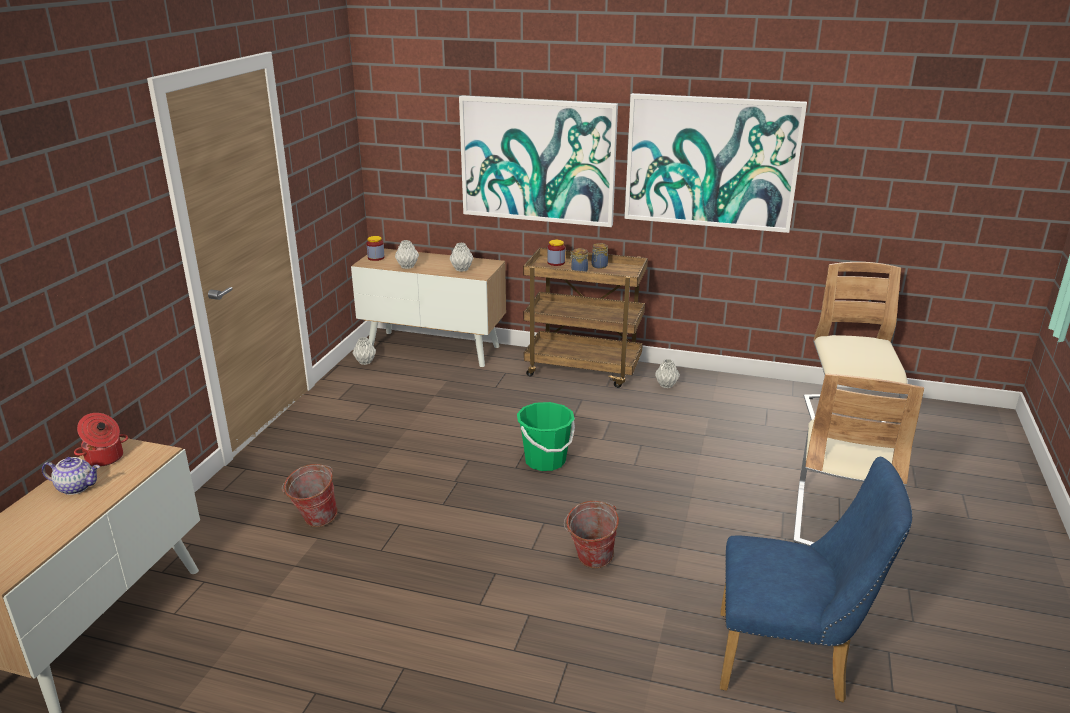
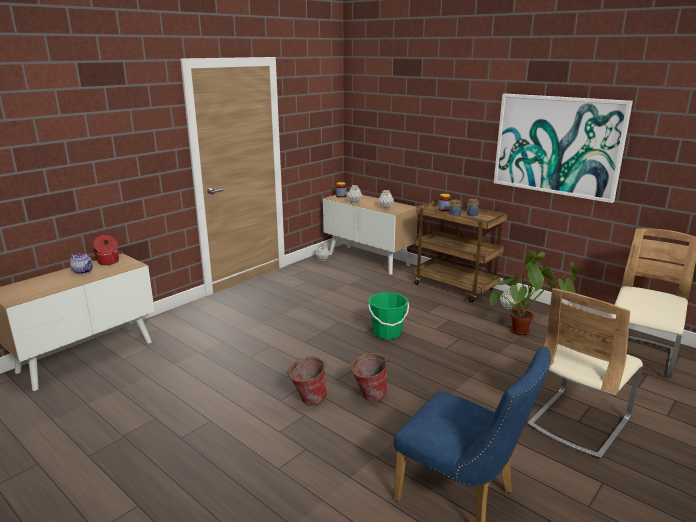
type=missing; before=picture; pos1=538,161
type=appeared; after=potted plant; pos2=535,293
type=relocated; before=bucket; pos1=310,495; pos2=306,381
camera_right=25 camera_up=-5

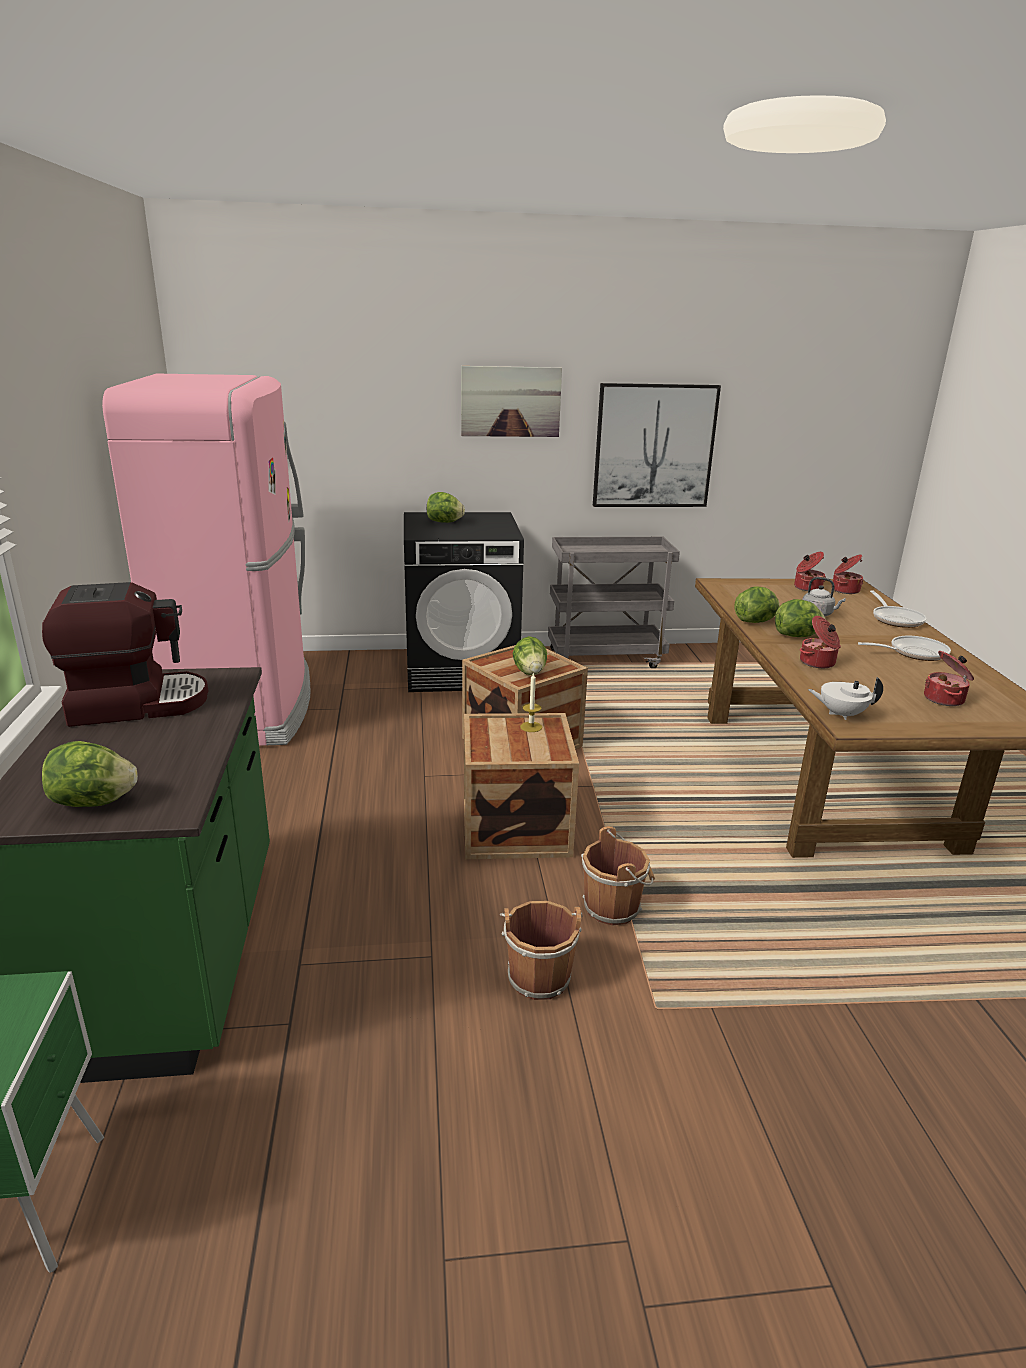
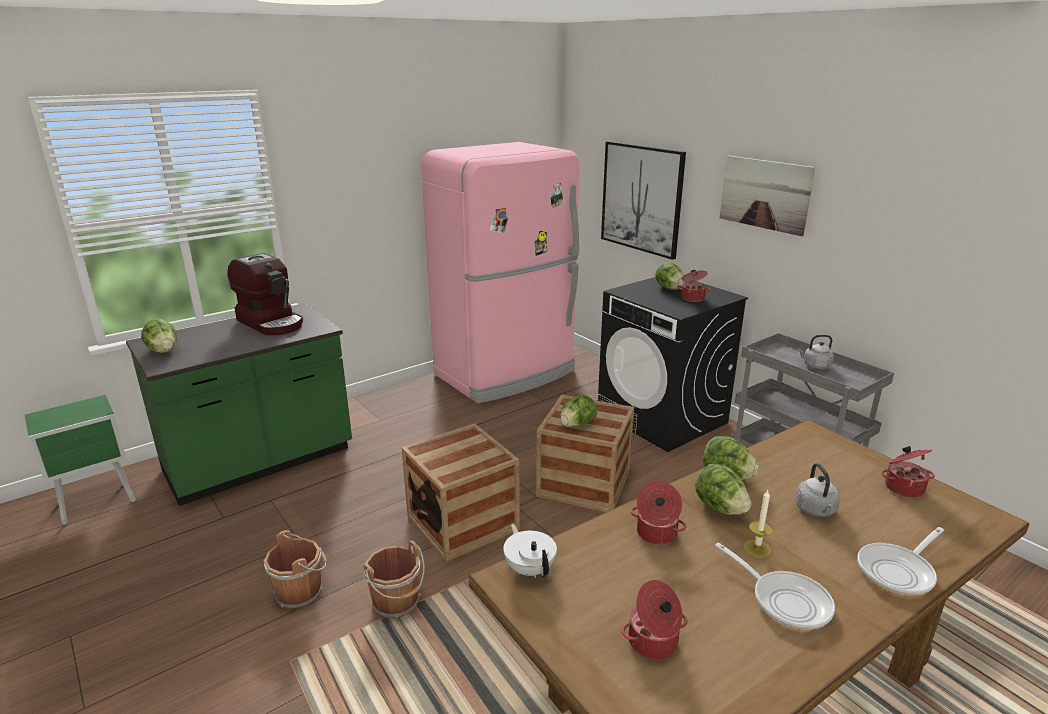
type=appeared; after=kettle/grey; pos2=816,352
type=relocated; before=candle; pos1=531,702; pos2=758,524
type=relocated; before=picture; pos1=657,445; pos2=643,200
type=relocated; before=cooking pot; pos1=848,574; pos2=694,286
camera_right=60 camera_up=0

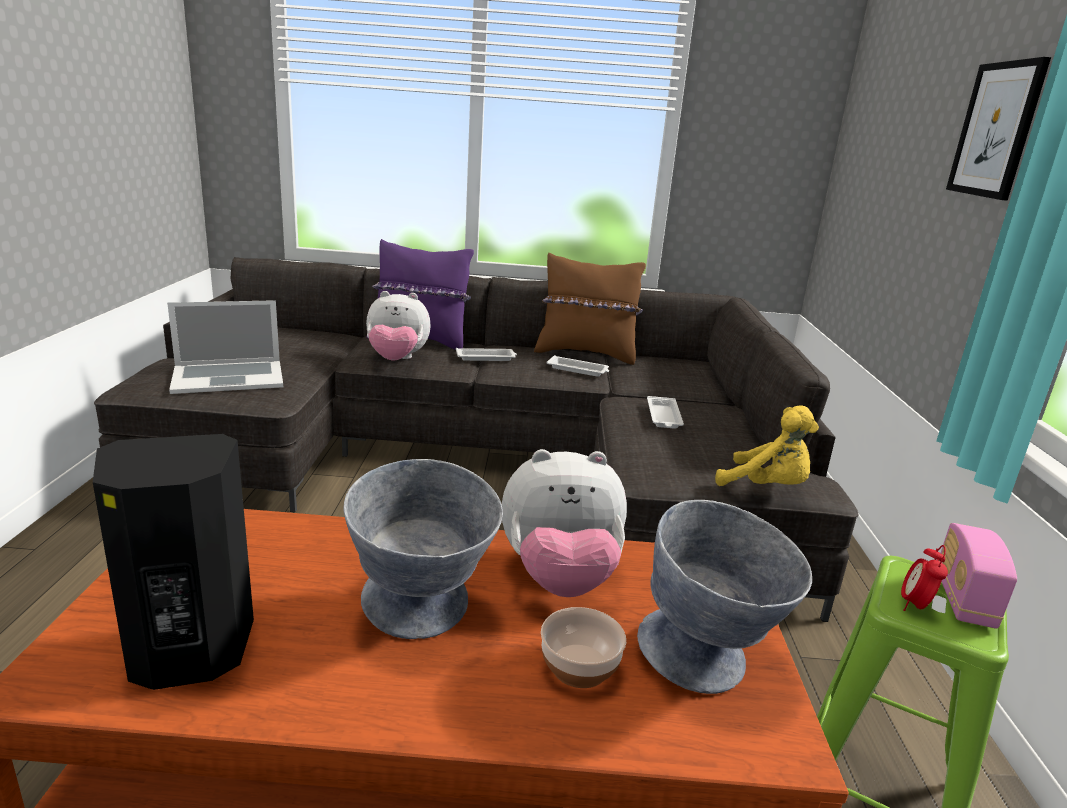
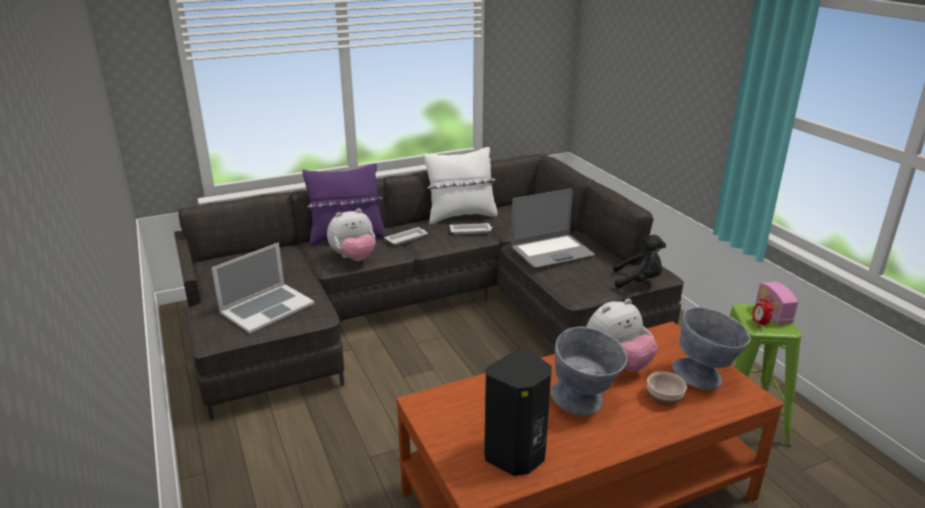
type=missing; before=picture; pos1=998,129
type=exchanged; before=tray/white; after=laptop; pos1=665,412; pos2=553,228
type=colour; before=pillow/brown; after=pillow/white; pos1=590,309; pos2=460,185
type=colour; before=plush toy/yellow; after=plush toy/black; pos1=767,445; pos2=639,262
camera_right=-25 camera_up=5

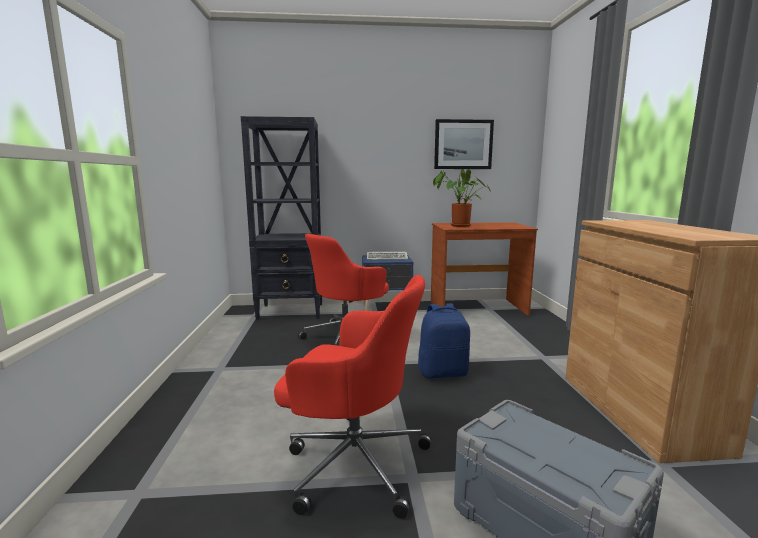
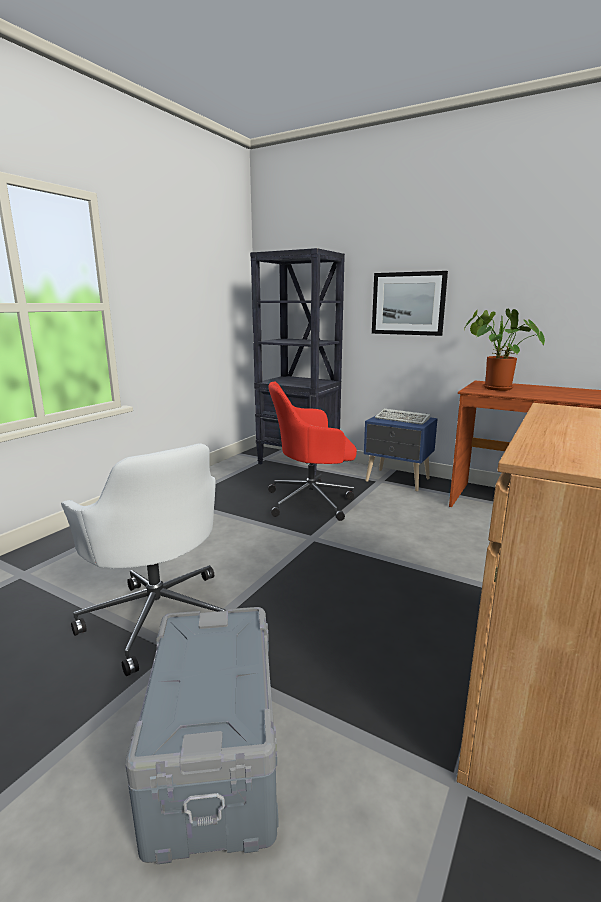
type=missing; before=backpack/blue; pos1=444,340
type=relocated; before=picture; pos1=464,144; pos2=410,303
type=colour; before=office chair/red; after=office chair/white; pos1=353,396; pos2=143,559
camera_right=35 camera_up=5

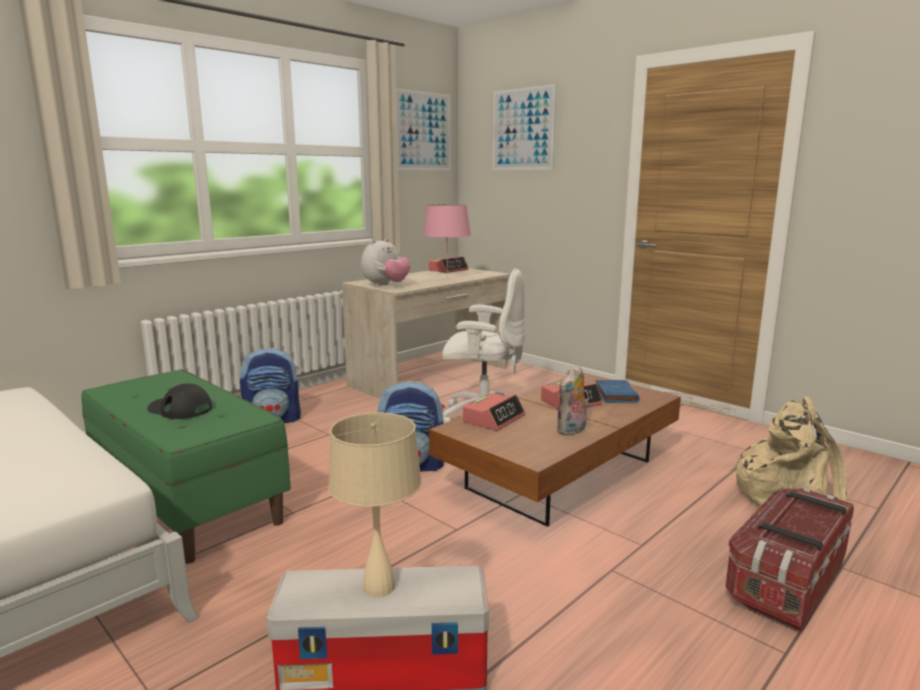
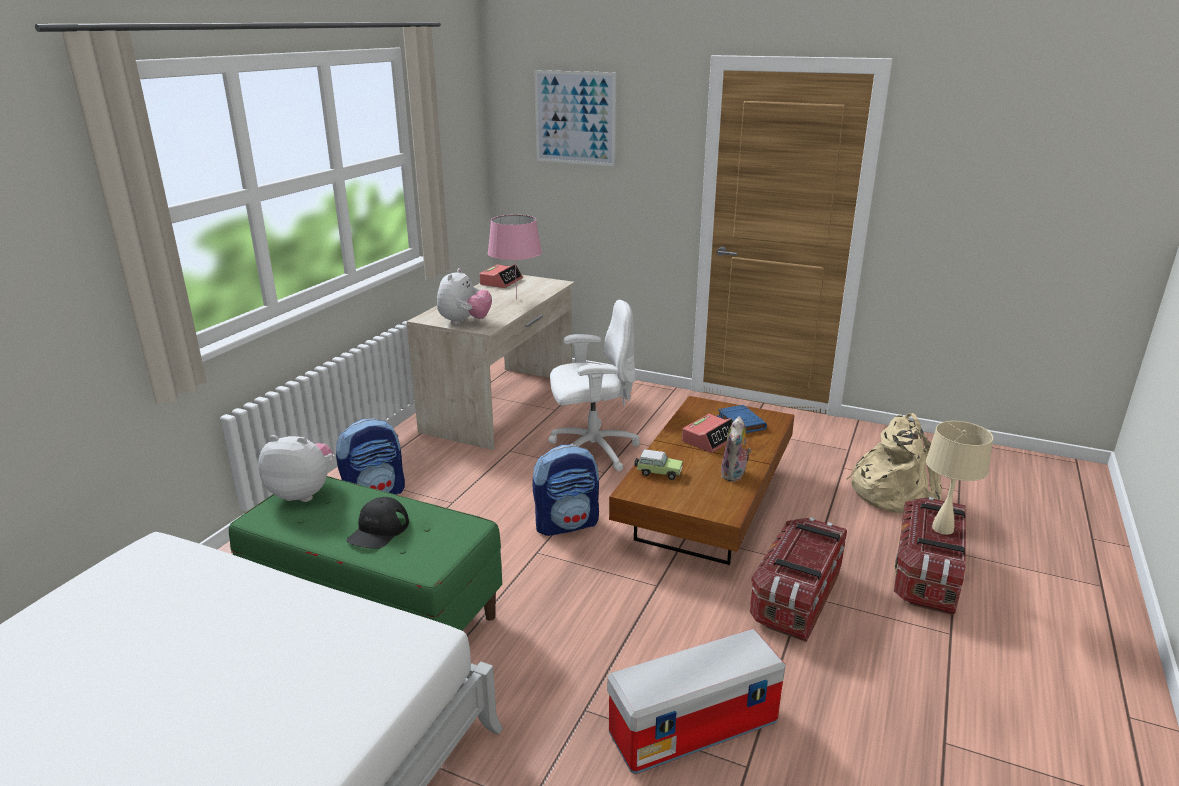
type=missing; before=picture; pos1=423,129
type=appeared; after=plush toy; pos2=295,468
type=appeared; after=storage box; pos2=798,579
type=relocated; before=table lamp/beige; pos1=374,504; pos2=959,478
type=exchanged; before=alarm clock; after=toy car; pos1=494,412; pos2=658,464
type=spun; before=cap/black; pos1=179,401; pos2=377,523; turn=-75
camera_right=-20 camera_up=10

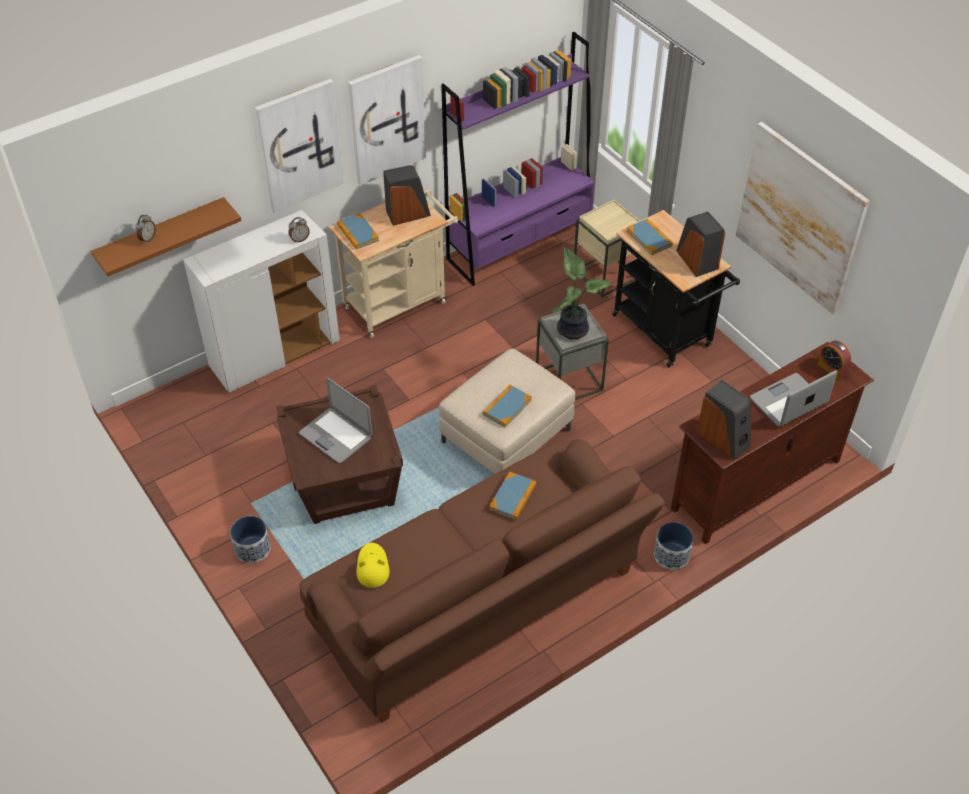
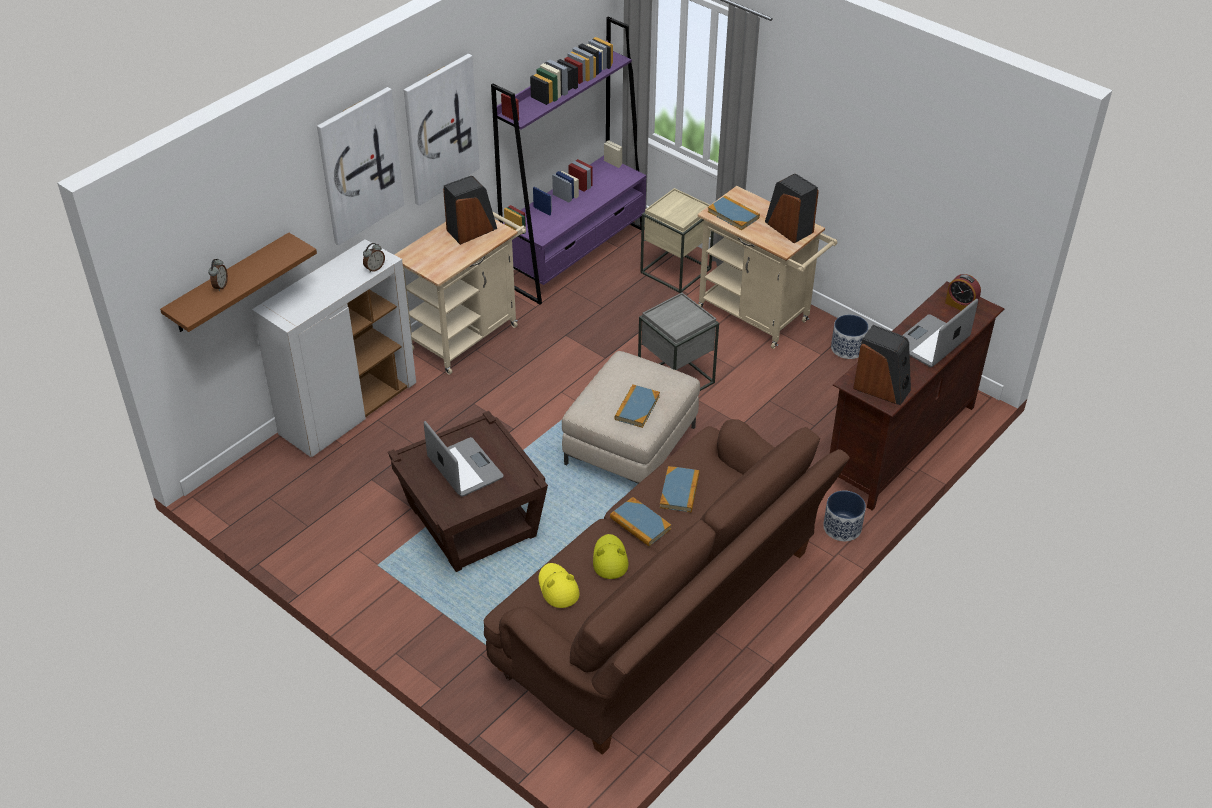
type=missing; before=potted plant; pos1=582,293
type=missing; before=picture; pos1=803,218
type=appeared; after=hat/yellow; pos2=611,556
type=relocated; before=planter; pos1=250,539; pos2=850,337
type=relocated; before=book; pos1=358,231; pos2=640,521
type=colour; before=cart/black; after=cart/beige; pos1=676,288; pos2=767,267
type=spun; before=laptop; pos1=335,420; pos2=464,459; turn=-150
camera_right=-15 camera_up=-5

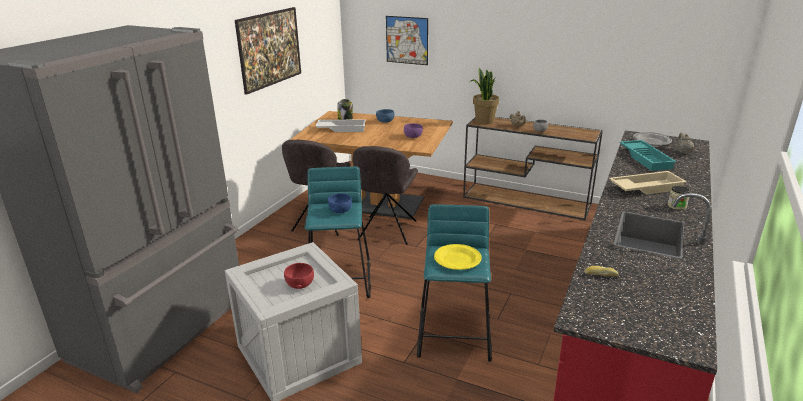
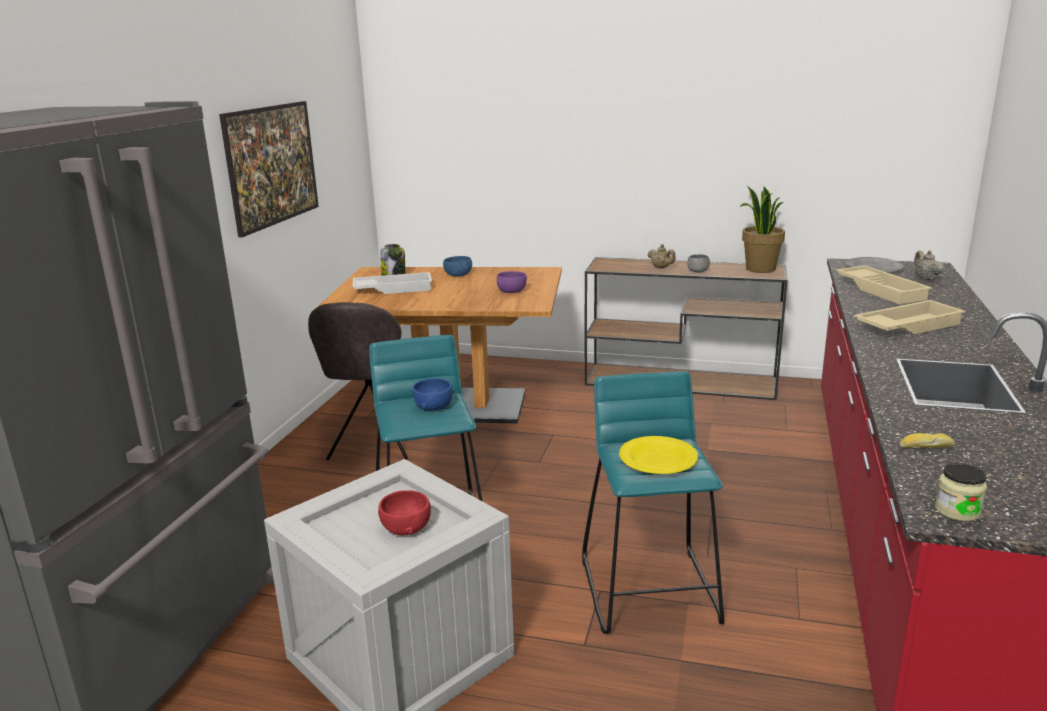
type=missing; before=chair/grey; pos1=385,195
type=missing; before=picture; pos1=407,40
type=relocated; before=potted plant; pos1=485,96; pos2=762,229
type=relocated; before=jar; pos1=678,198; pos2=961,492
type=colour; before=tray/turquoise; after=tray/beige; pos1=648,155; pos2=884,285
camera_right=-10 camera_up=-5

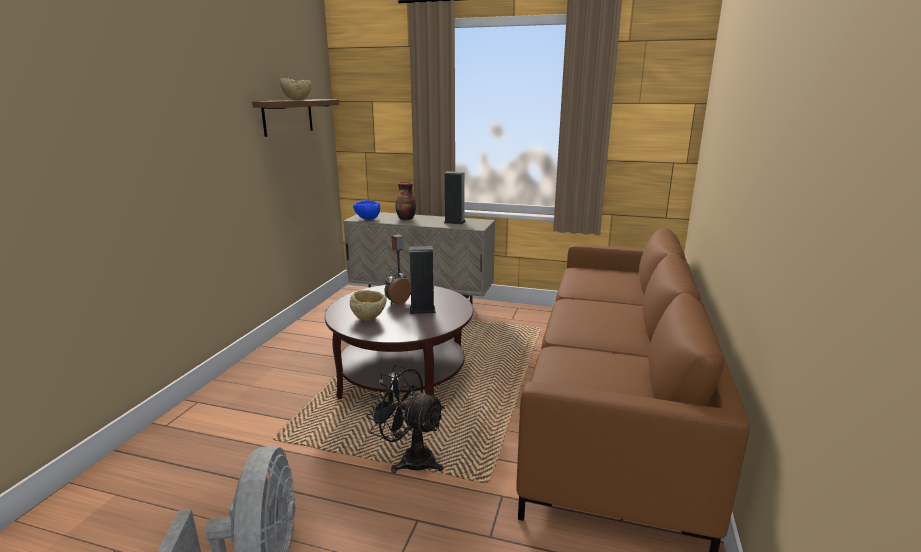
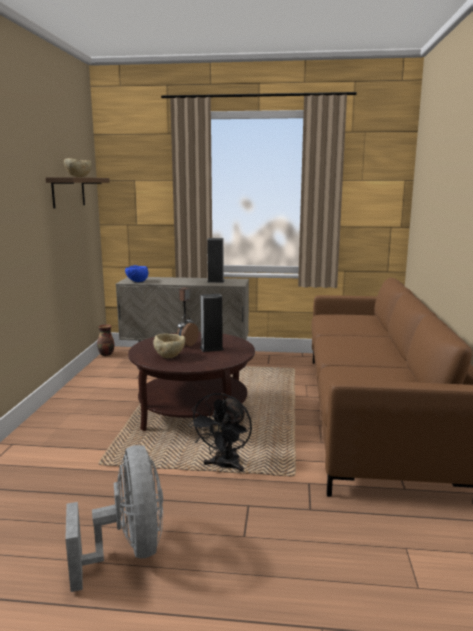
type=relocated; before=vase; pos1=405,201; pos2=105,340
type=spun; before=fan/black; pos1=405,419; pos2=220,432; turn=-90
camera_right=-10 camera_up=-5

